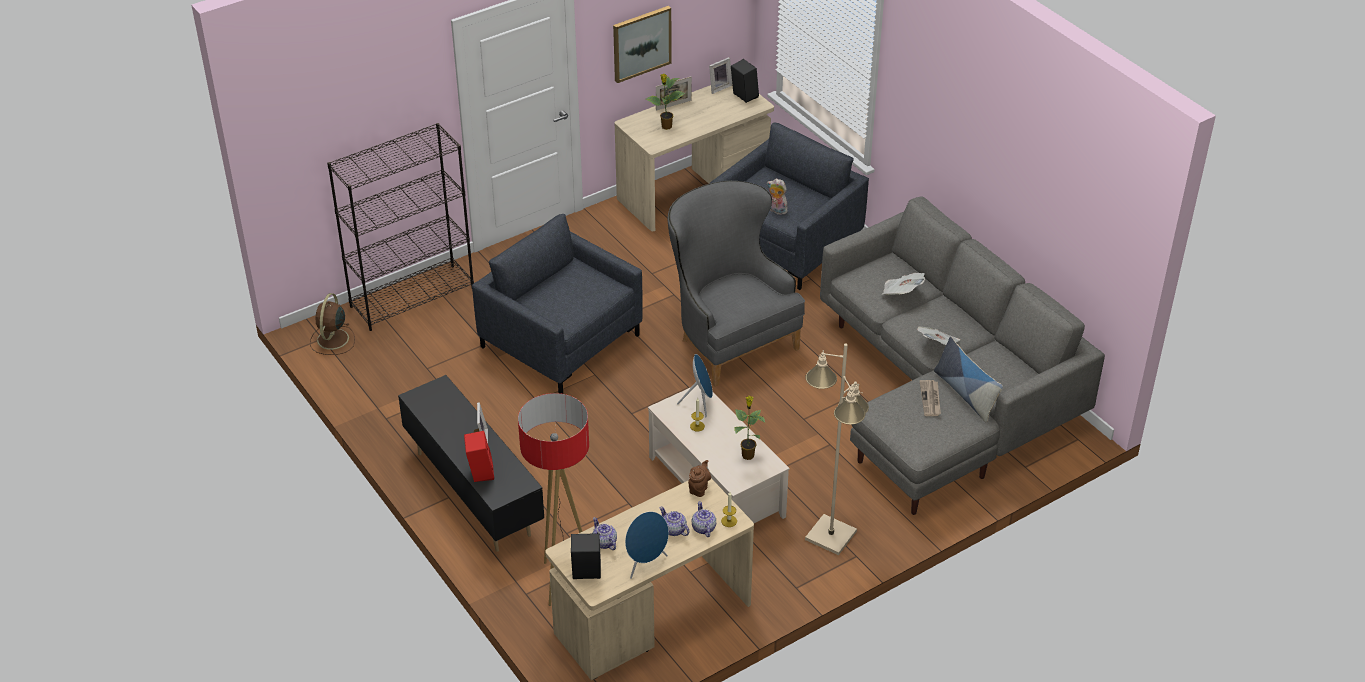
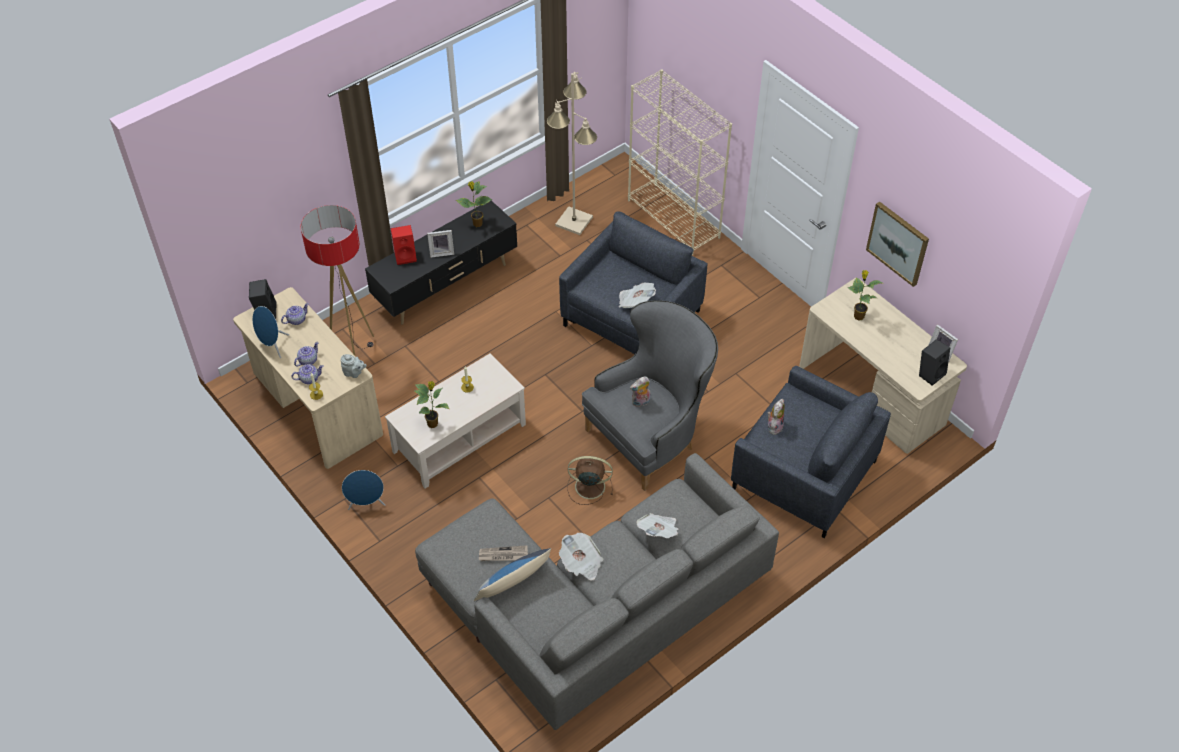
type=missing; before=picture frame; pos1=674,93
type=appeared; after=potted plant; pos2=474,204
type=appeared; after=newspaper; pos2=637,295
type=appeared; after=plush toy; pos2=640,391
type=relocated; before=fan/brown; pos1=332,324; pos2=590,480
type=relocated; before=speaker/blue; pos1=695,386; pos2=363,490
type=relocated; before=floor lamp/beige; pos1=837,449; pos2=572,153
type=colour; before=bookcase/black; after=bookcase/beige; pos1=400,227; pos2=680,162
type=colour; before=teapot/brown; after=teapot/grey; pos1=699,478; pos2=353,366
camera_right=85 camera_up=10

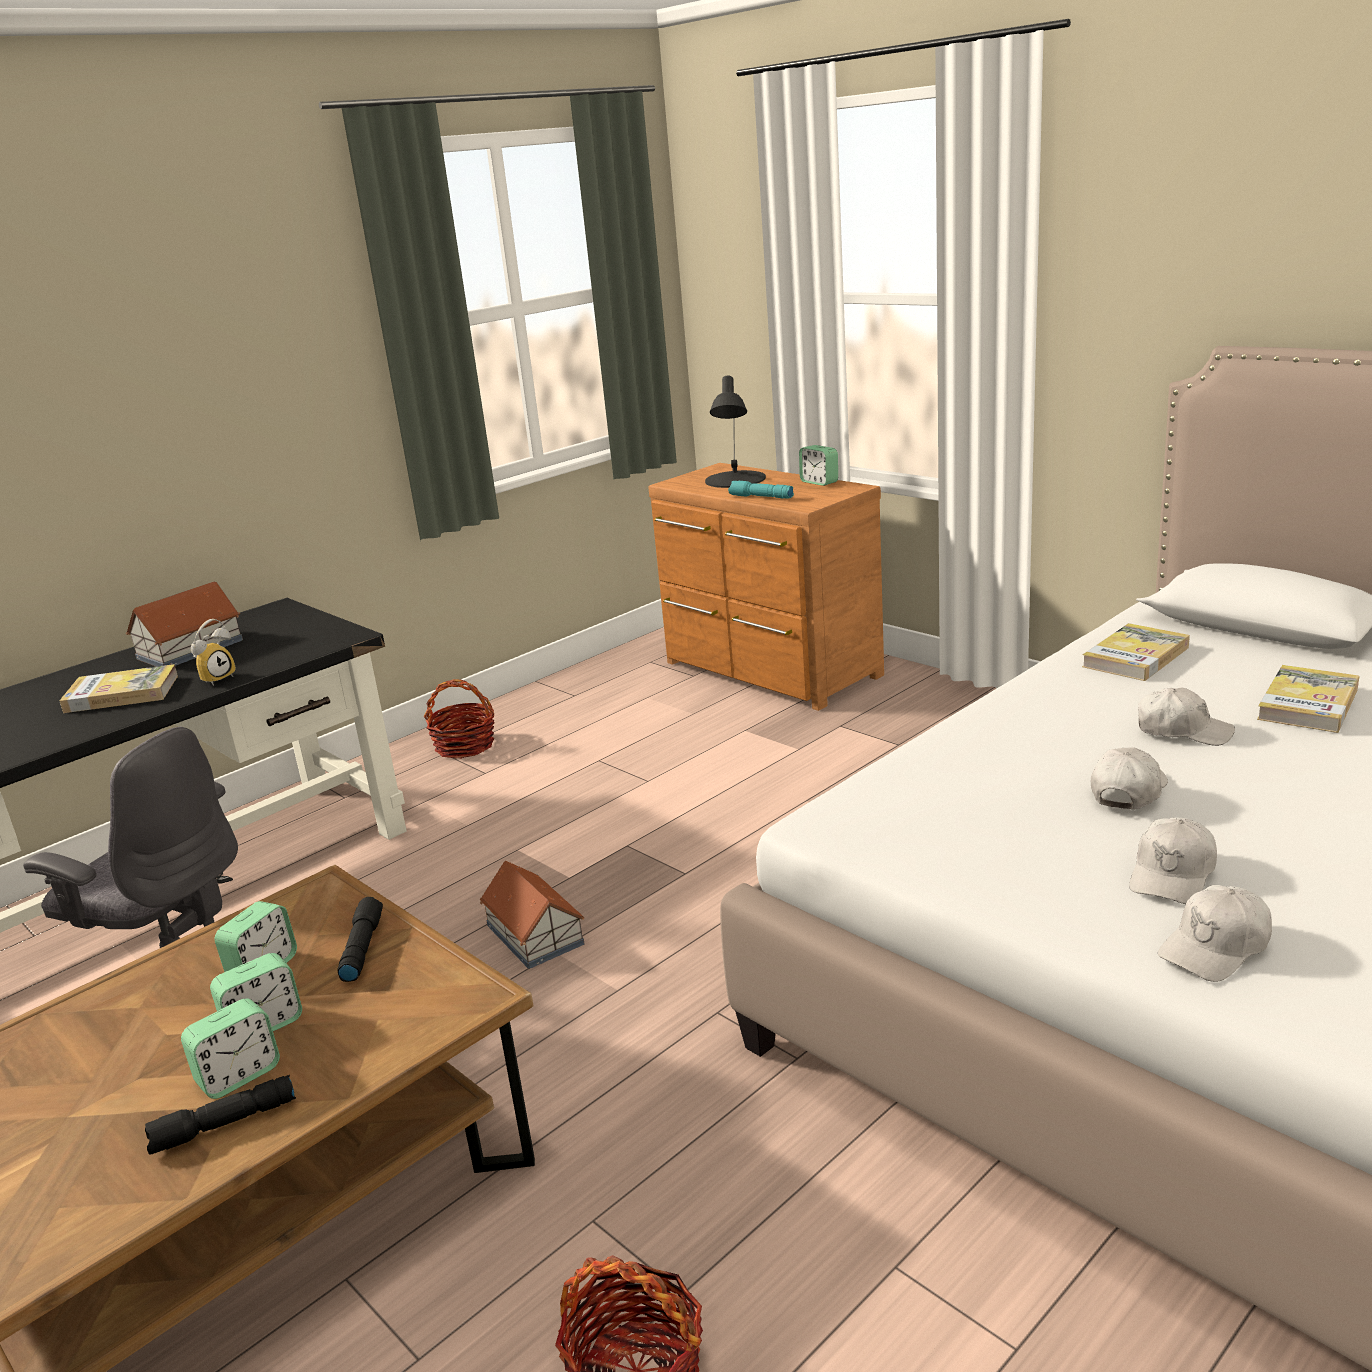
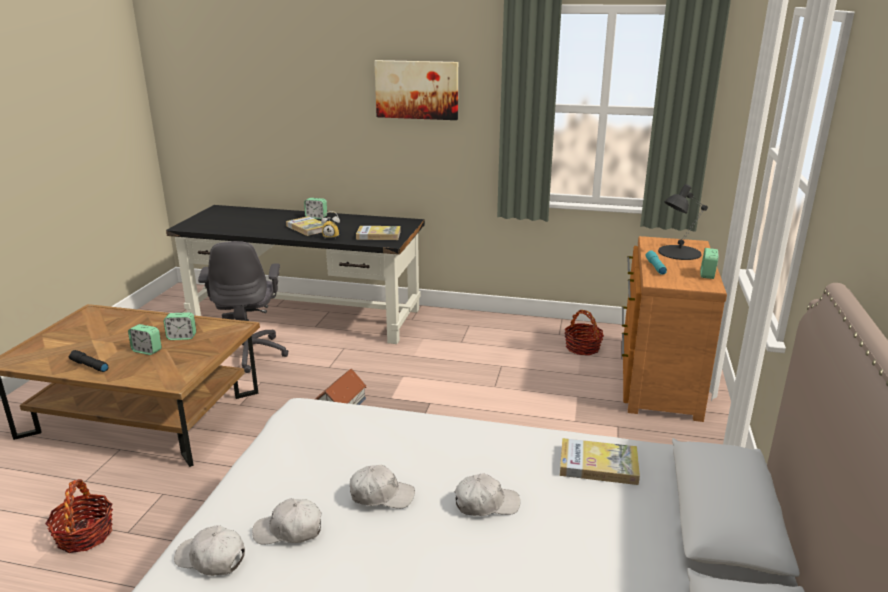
type=missing; before=toy house; pos1=184,624
type=missing; before=flashlight/black; pos1=360,939
type=appeared; after=picture; pos2=416,90
type=relocated; before=alarm clock; pos1=230,1048; pos2=315,208
type=relocated; before=basket; pos1=459,719; pos2=584,332
type=relocated; before=book; pos1=1308,699; pos2=378,233
type=spun; before=cap/white; pos1=1186,717; pos2=487,494; turn=-90
camera_right=55 camera_up=0

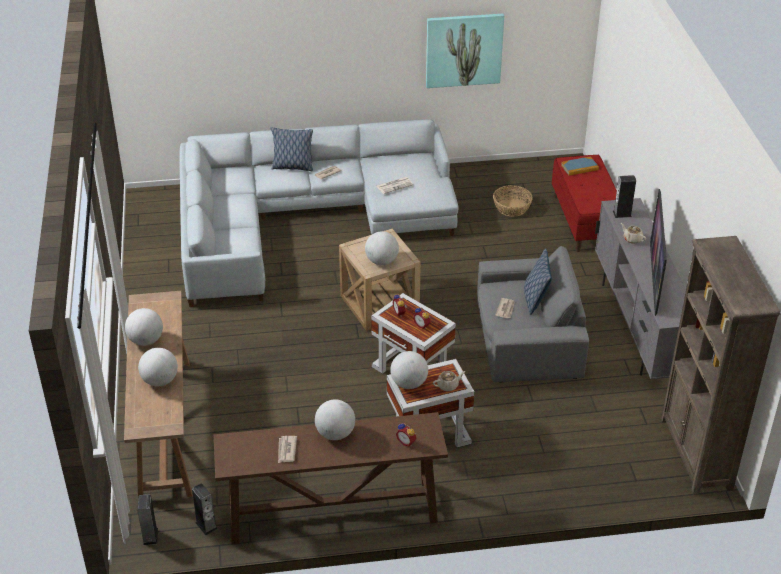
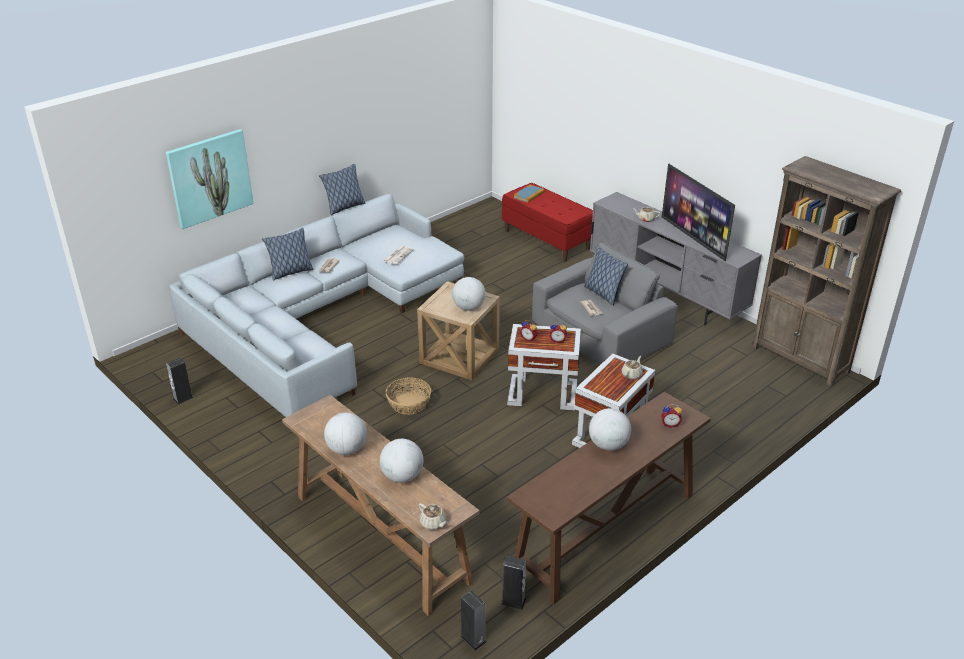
type=missing; before=newspaper; pos1=287,449
type=missing; before=globe; pos1=409,370
type=appeared; after=pillow; pos2=342,189
type=appeared; after=teapot/beige; pos2=433,516
type=relocated; before=picture; pos1=465,51; pos2=210,179
type=relocated; before=basket; pos1=513,201; pos2=408,396
type=relocated; before=speaker; pos1=624,196; pos2=180,381
camera_right=-35 camera_up=-5

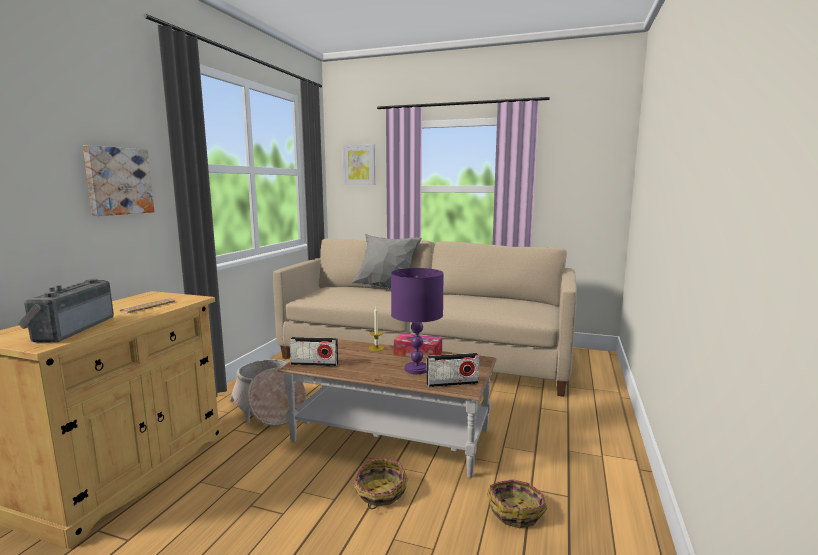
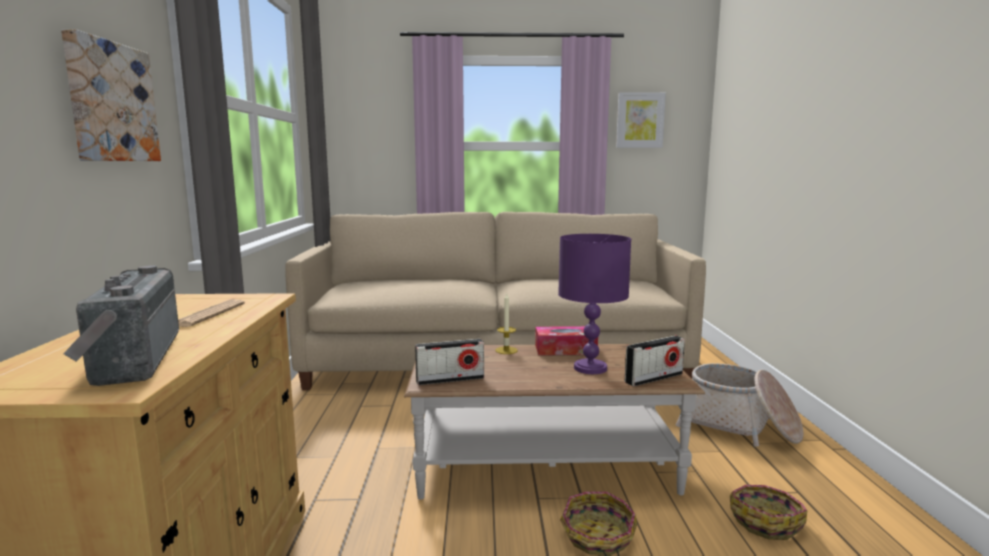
type=missing; before=pillow/grey; pos1=386,261
type=relocated; before=basket; pos1=267,392; pos2=739,405
type=relocated; before=picture; pos1=358,164; pos2=641,120
camera_right=-20 camera_up=0

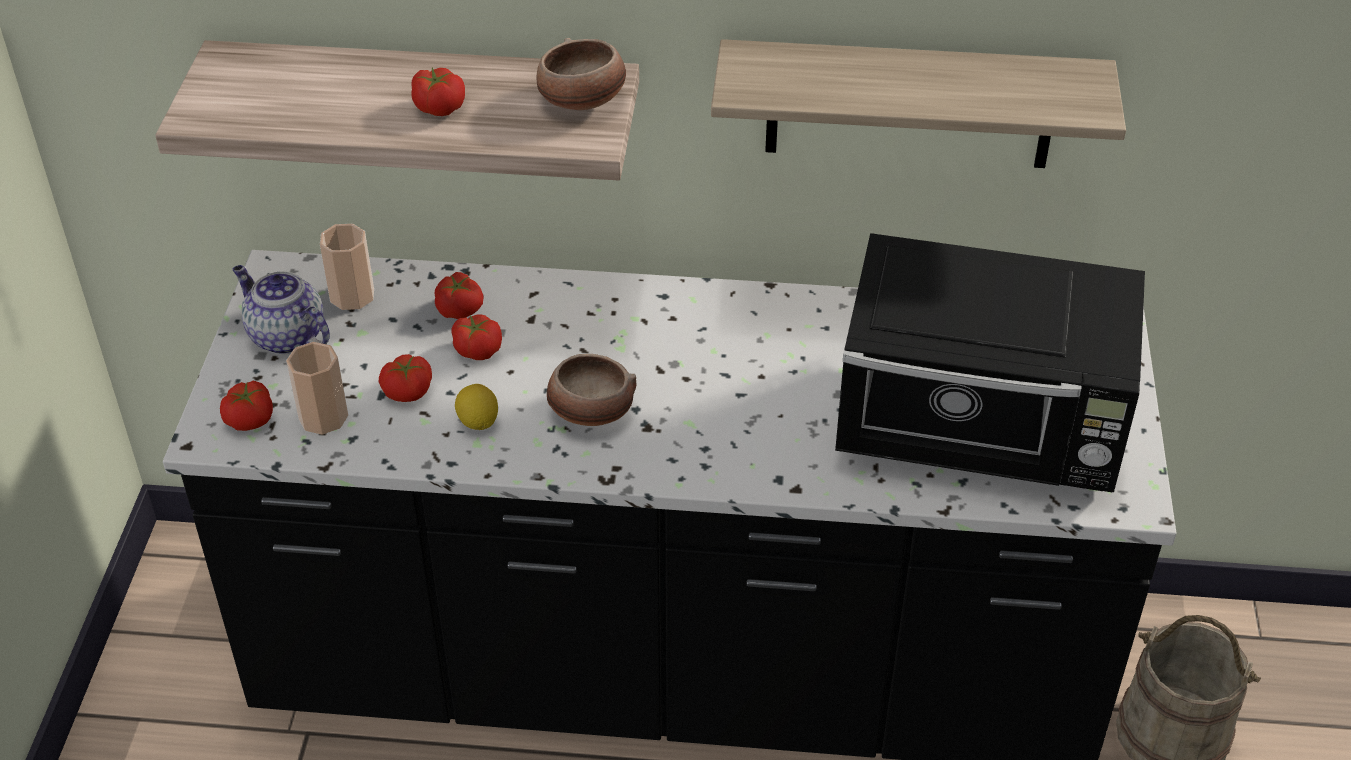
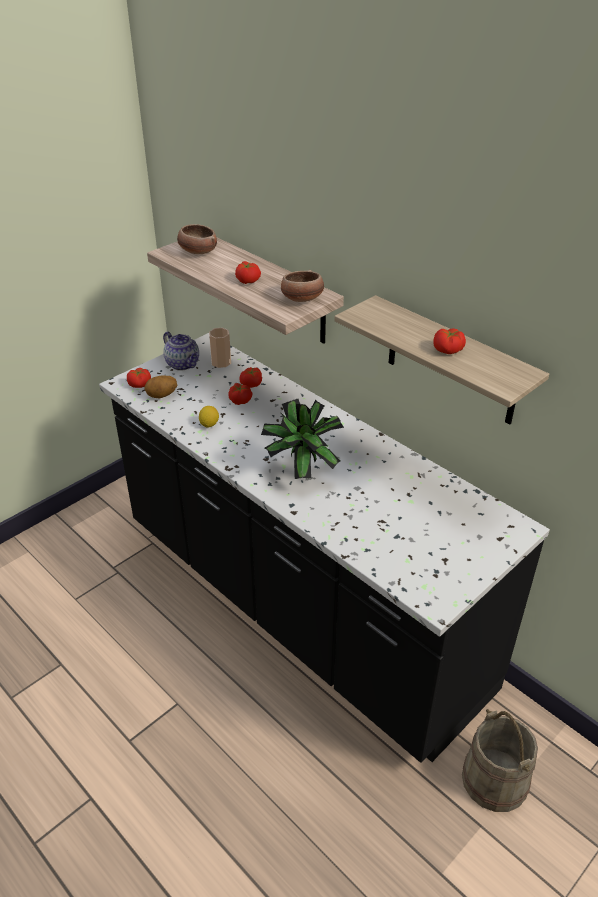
type=missing; before=microwave/black; pos1=990,362
type=appeared; after=potted plant; pos2=302,439
type=relocated; before=tomato; pos1=405,378; pos2=450,341
type=relocated; before=bowl; pos1=591,390; pos2=197,239
type=exchanged; before=cup; after=potato; pos1=317,388; pos2=161,387
type=spun; before=teapot; pos1=281,310; pos2=181,351; turn=150
camera_right=40 camera_up=-5

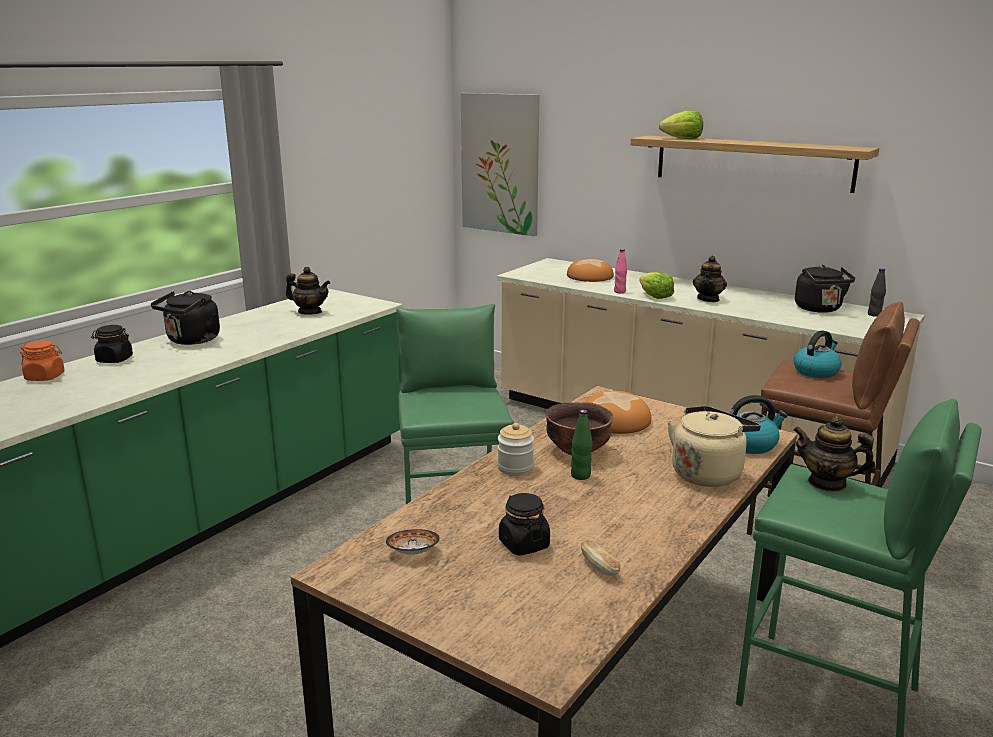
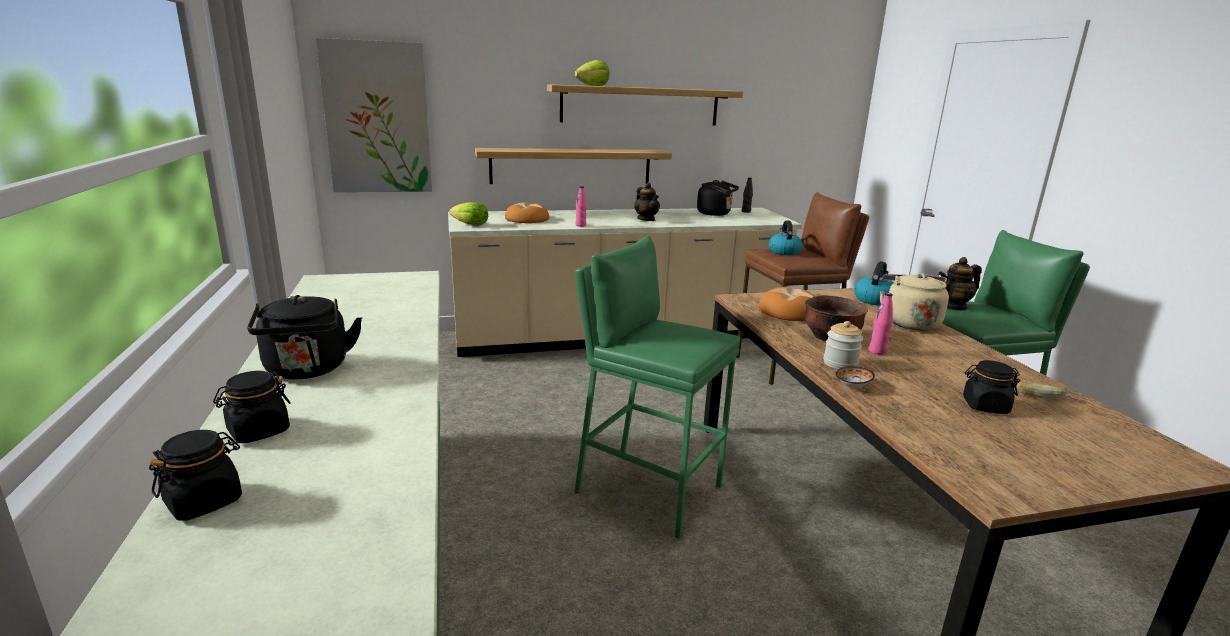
type=missing; before=teapot; pos1=308,291
type=appeared; after=shelf; pos2=573,166
type=relocated; before=bowl; pos1=413,542; pos2=855,376
type=relocated; before=lettuce; pos1=656,285; pos2=468,214
type=colour; before=jar/orange; after=jar/black; pos1=42,360; pos2=195,475
type=colour; before=bottle/green; after=bottle/pink; pos1=581,445; pos2=881,324
camera_right=-50 camera_up=0

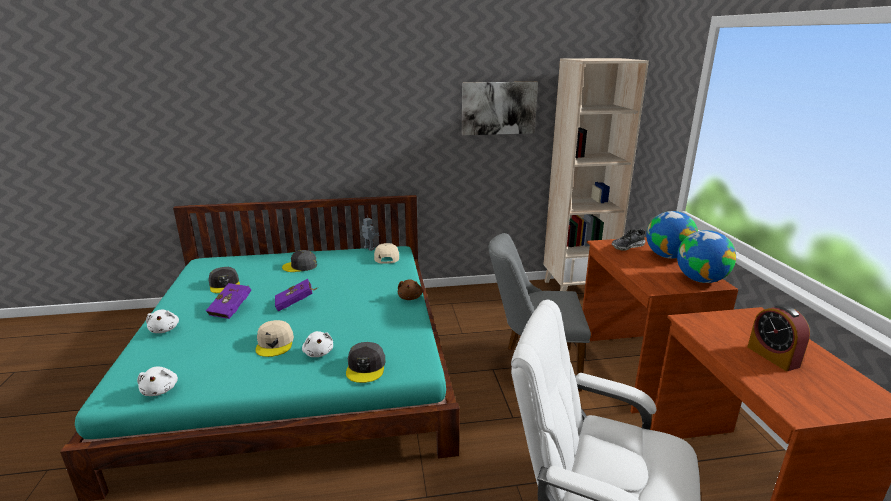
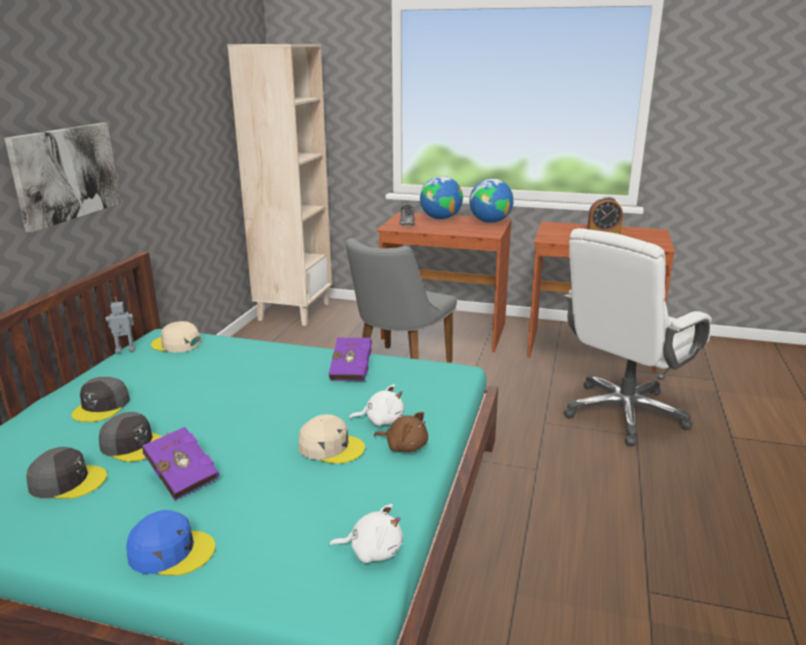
type=relocated; before=book/purple; pos1=296,295; pos2=350,359
type=relocated; before=cap/grey; pos1=365,362; pos2=130,437
type=relocated; before=plush toy/brown; pos1=410,289; pos2=401,432
type=relocated; before=picture; pos1=500,108; pos2=62,177
type=exchanged; before=plush toy/white; after=cap/blue; pos1=162,321; pos2=170,543
camera_right=-65 camera_up=0

